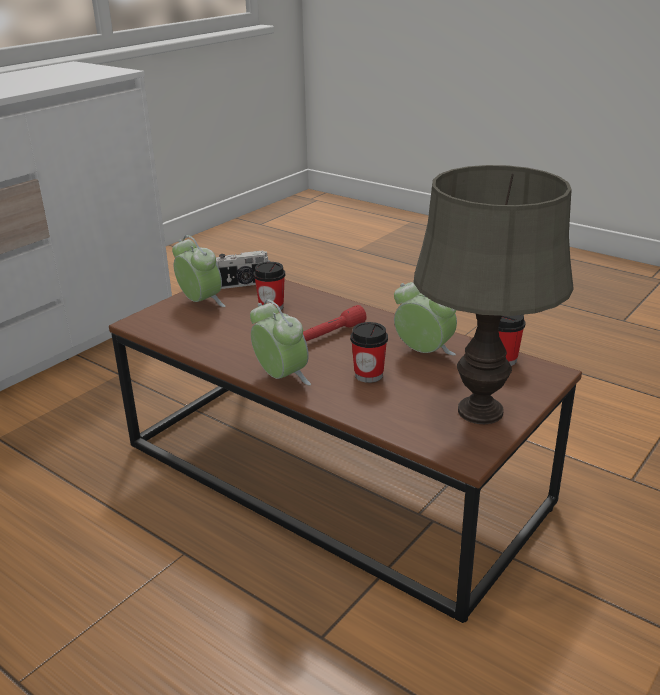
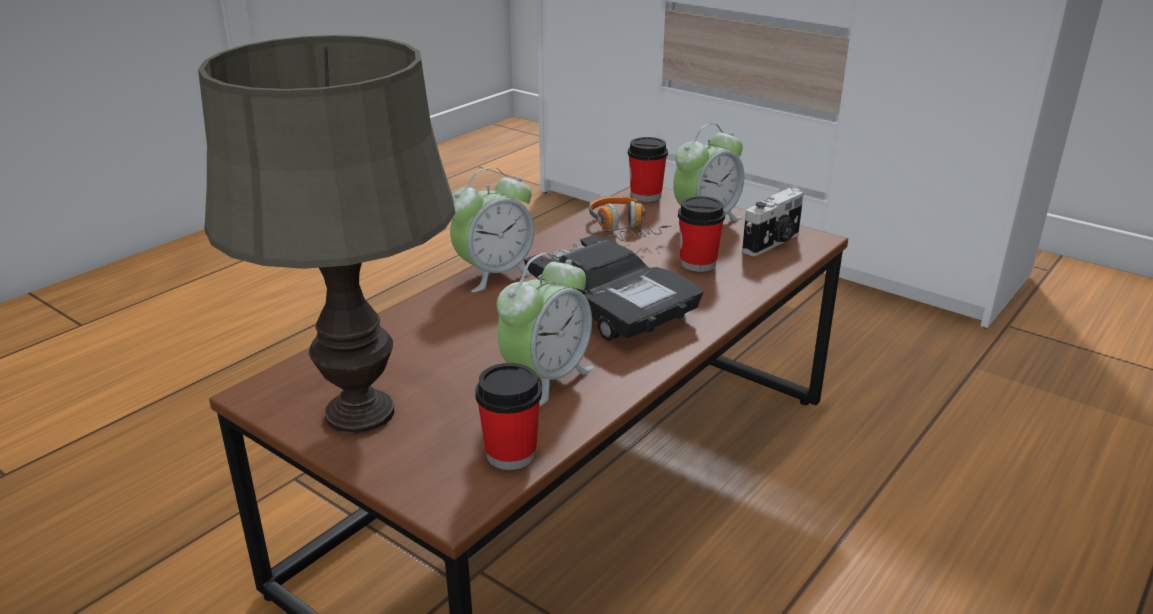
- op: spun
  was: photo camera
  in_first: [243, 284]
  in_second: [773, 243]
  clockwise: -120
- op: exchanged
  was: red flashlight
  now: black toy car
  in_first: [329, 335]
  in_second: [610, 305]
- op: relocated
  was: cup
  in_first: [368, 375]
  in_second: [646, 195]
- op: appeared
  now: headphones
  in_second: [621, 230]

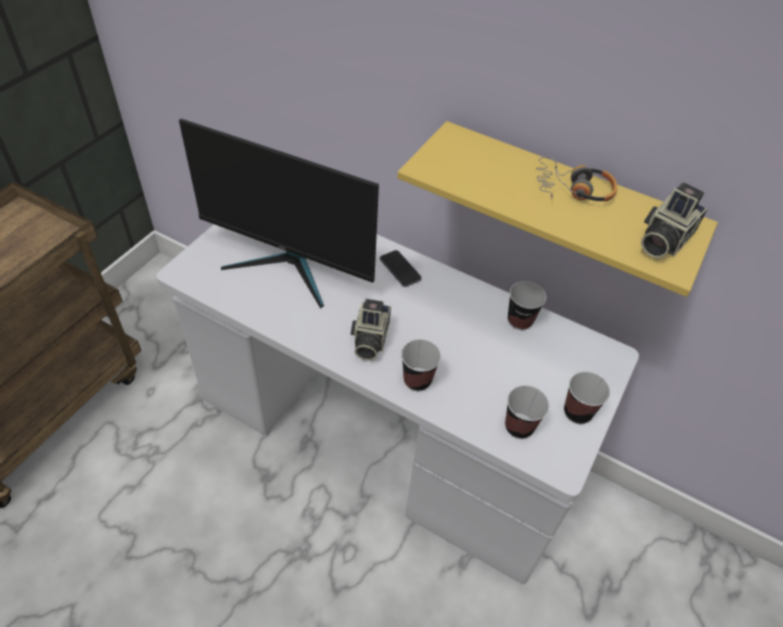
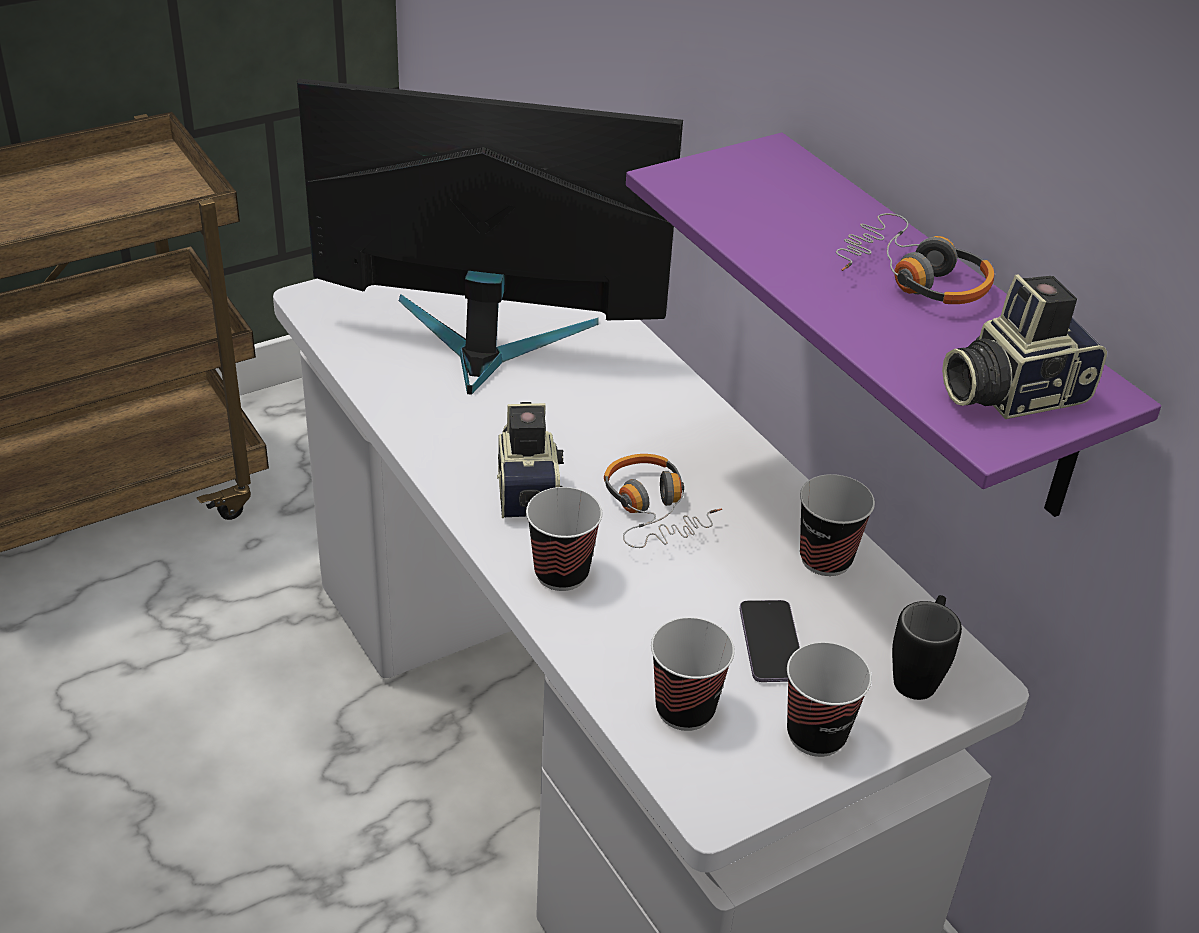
- op: spun
  was: monitor
  in_first: [289, 265]
  in_second: [485, 343]
  clockwise: 135
- op: spun
  was: photo camera
  in_first: [369, 339]
  in_second: [529, 488]
  clockwise: 135
- op: relocated
  was: phone
  in_first: [400, 269]
  in_second: [771, 643]
- op: colour
  was: yellow shelf
  now: purple shelf
  in_first: [562, 203]
  in_second: [933, 327]
- op: appeared
  now: headphones
  in_second: [653, 511]
- op: appeared
  now: black mug
  in_second: [918, 674]

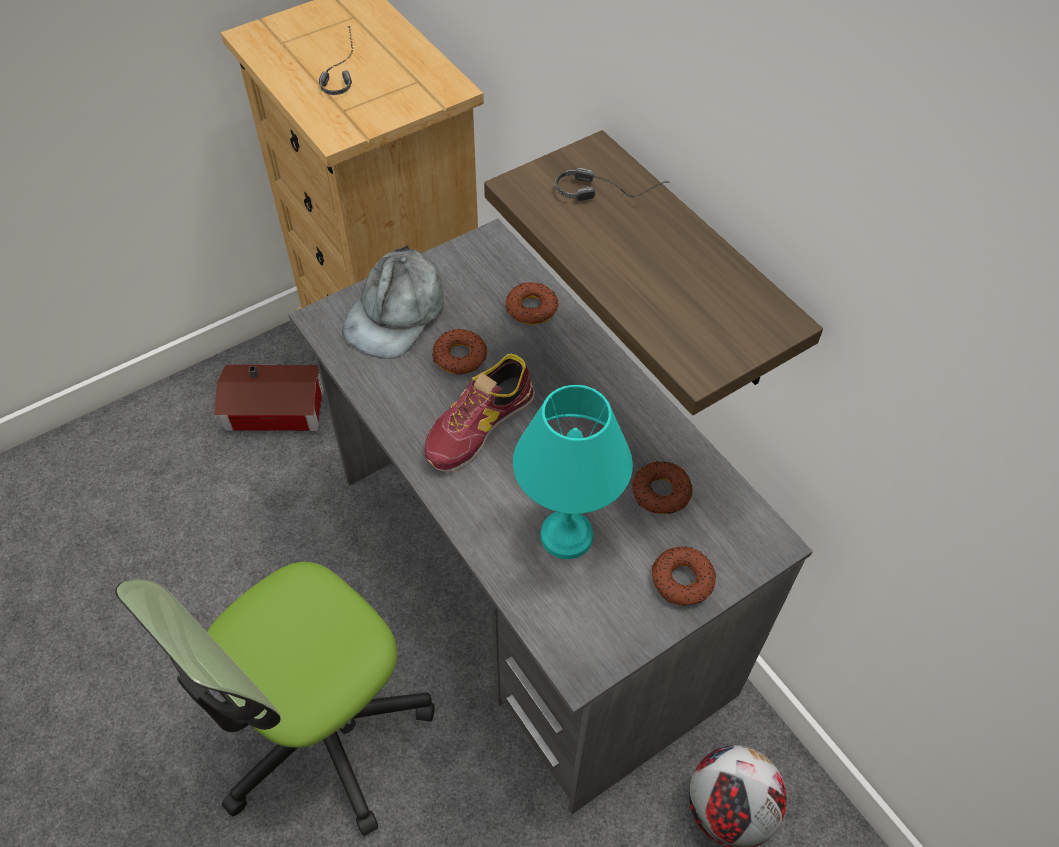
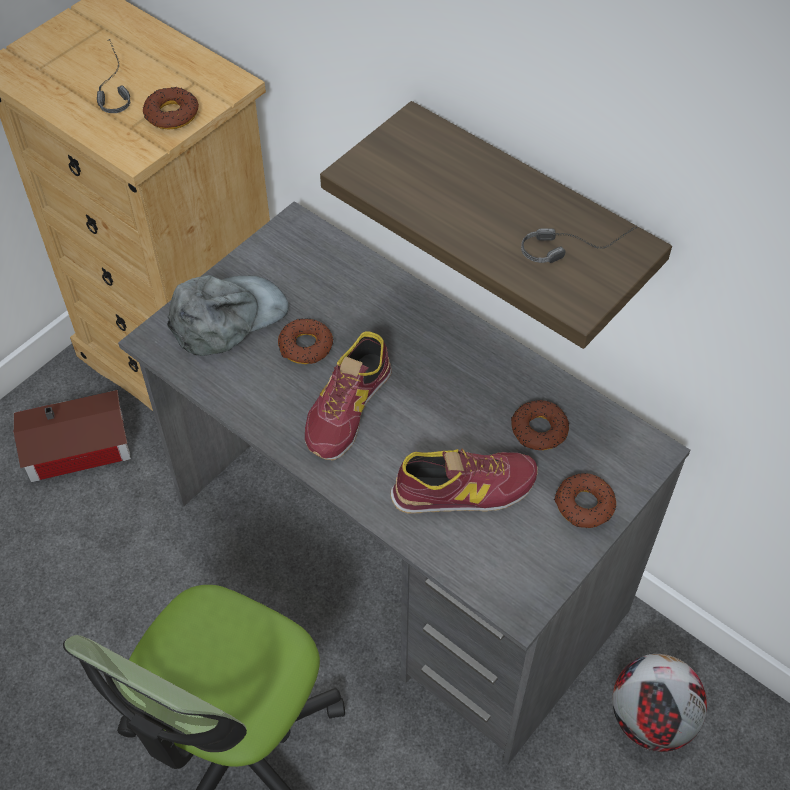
- op: spun
  was: grey cap
  in_first: [396, 312]
  in_second: [227, 317]
  clockwise: -135
- op: relocated
  was: donut
  in_first: [531, 308]
  in_second: [171, 114]
- op: exchanged
  was: turquoise table lamp
  now: shoe
  in_first: [564, 534]
  in_second: [464, 490]
- op: relocated
  was: headphones
  in_first: [610, 191]
  in_second: [575, 245]

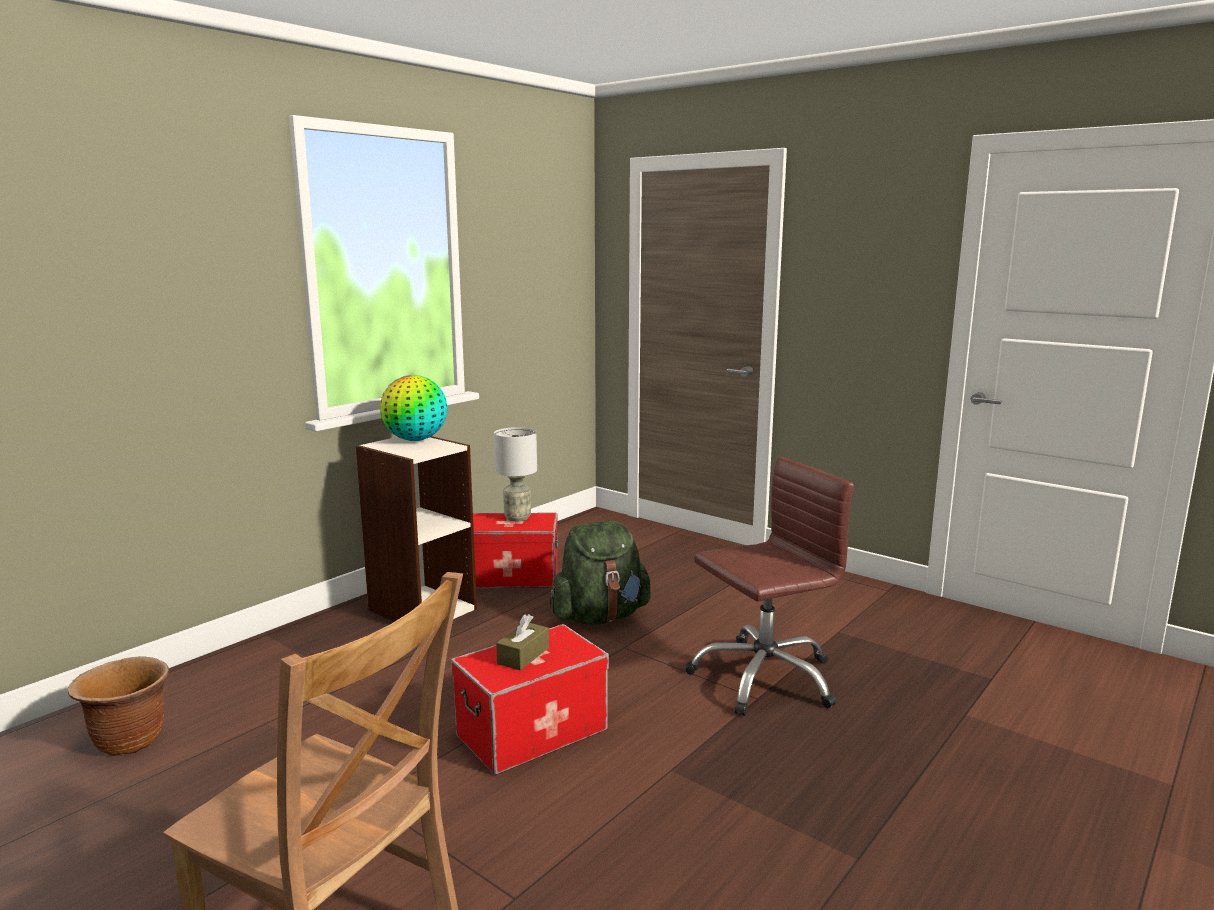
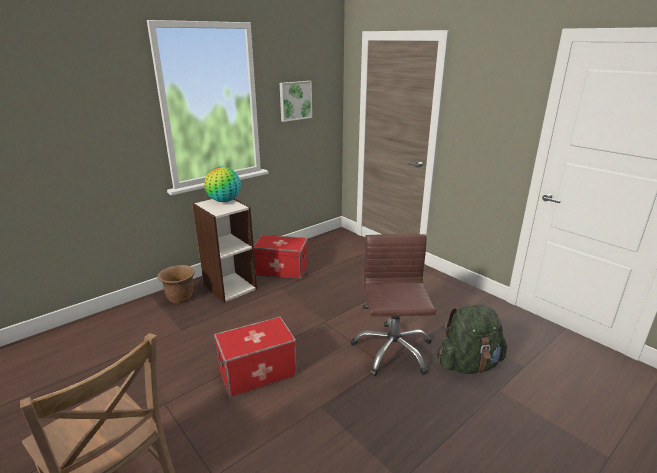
- op: relocated
  was: brown planter
  in_first: [129, 741]
  in_second: [180, 297]
- op: missing
  was: grey table lamp
  in_first: [517, 518]
- op: missing
  was: brown tissue box
  in_first: [523, 656]
- op: relocated
  was: green backpack
  in_first: [600, 617]
  in_second: [468, 364]
- op: spun
  was: brown office chair
  in_first: [763, 677]
  in_second: [392, 350]
  clockwise: -75
- op: appeared
  now: picture
  in_second: [295, 100]

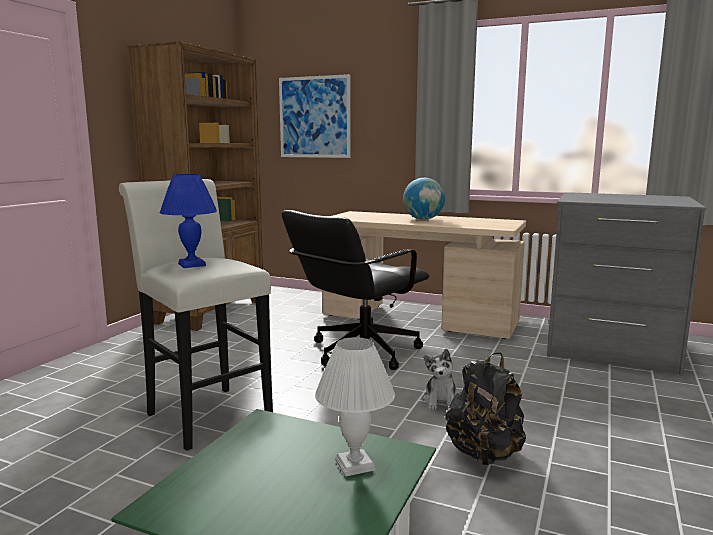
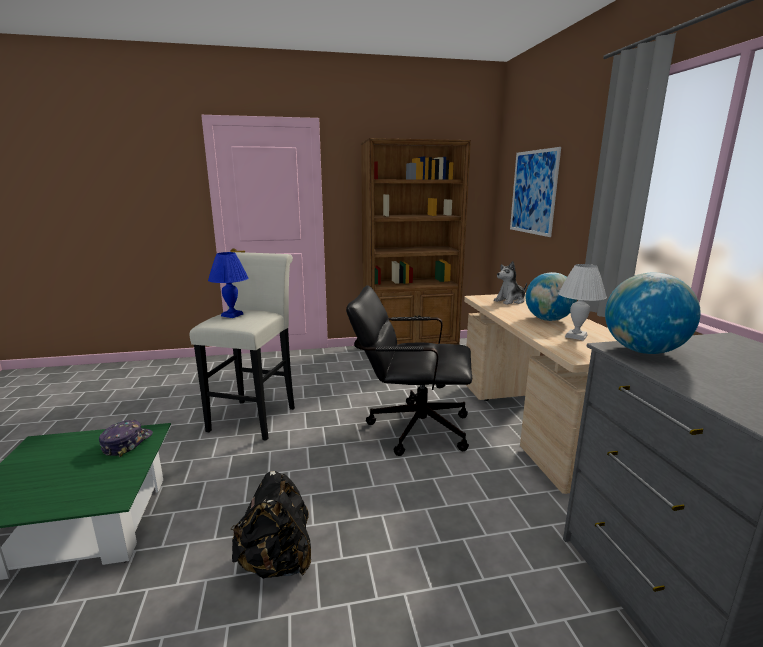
- op: relocated
  was: white table lamp
  in_first: [354, 465]
  in_second: [575, 336]
- op: relocated
  was: plush toy
  in_first: [441, 401]
  in_second: [510, 301]
- op: appeared
  now: cap
  in_second: [127, 443]
- op: appeared
  now: globe
  in_second: [643, 351]

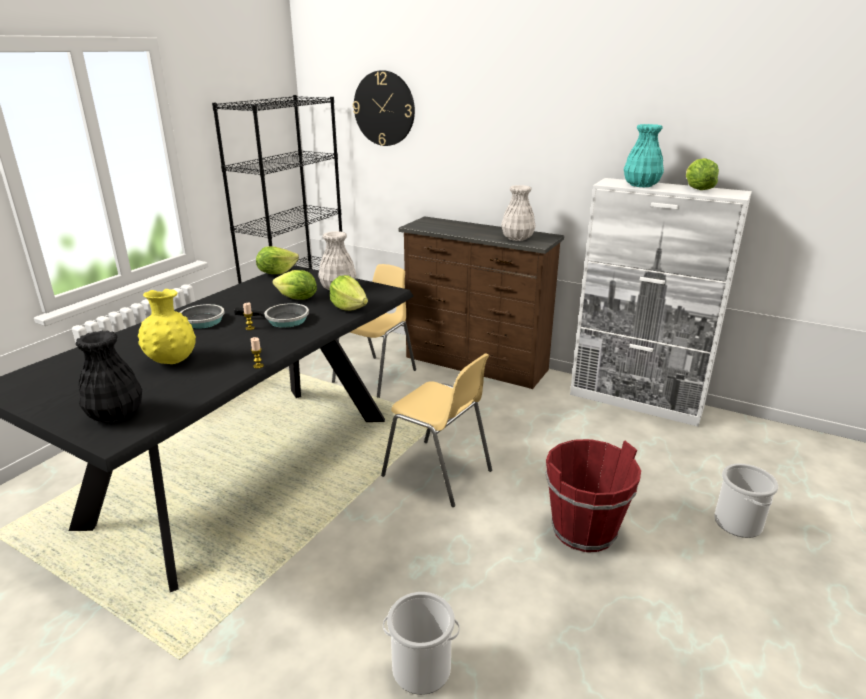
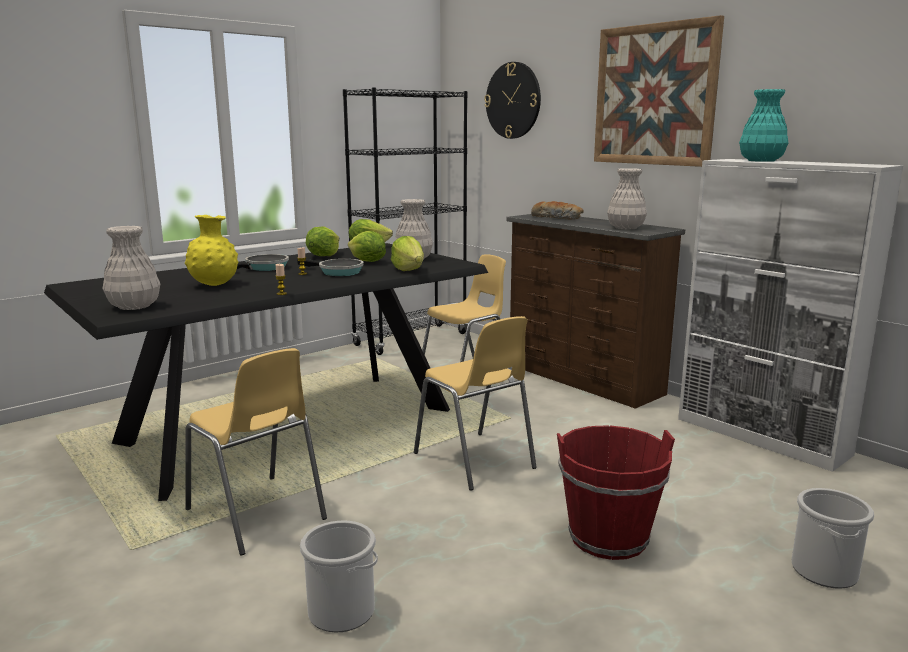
- op: colour
  was: black vase
  now: white vase
  in_first: [116, 415]
  in_second: [134, 306]
- op: relocated
  was: lettuce
  in_first: [697, 189]
  in_second: [323, 256]
- op: appeared
  now: yellow chair
  in_second: [257, 515]
- op: appeared
  now: bread
  in_second: [557, 218]
- op: appeared
  now: picture
  in_second: [654, 95]

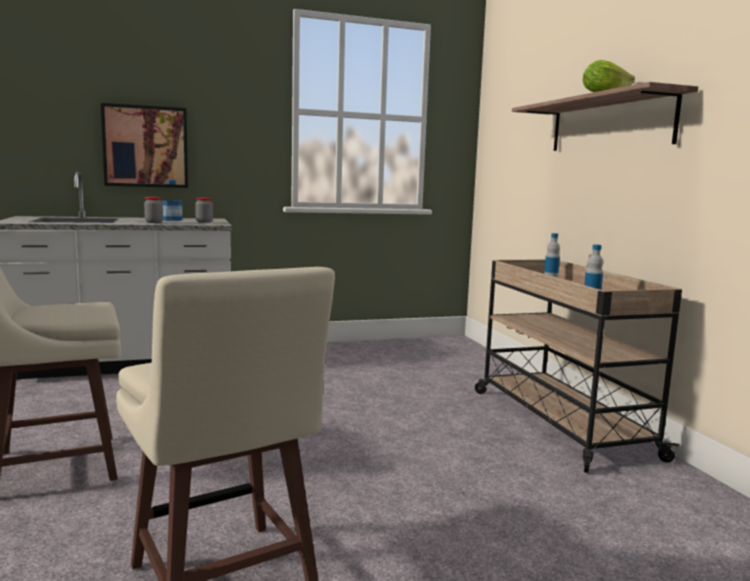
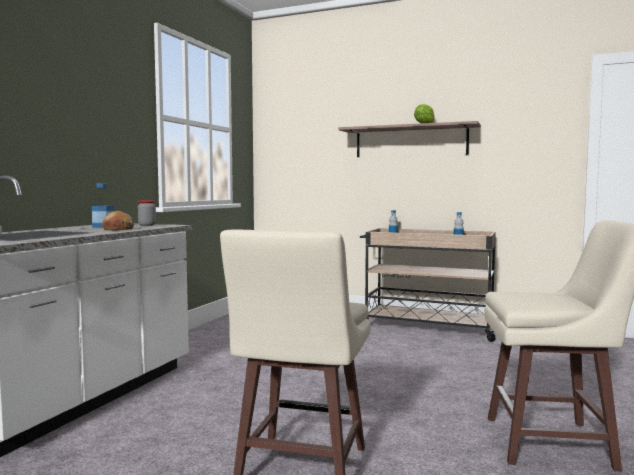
- op: missing
  was: picture
  in_first: [146, 146]
- op: exchanged
  was: jar
  now: bread
  in_first: [154, 222]
  in_second: [118, 229]

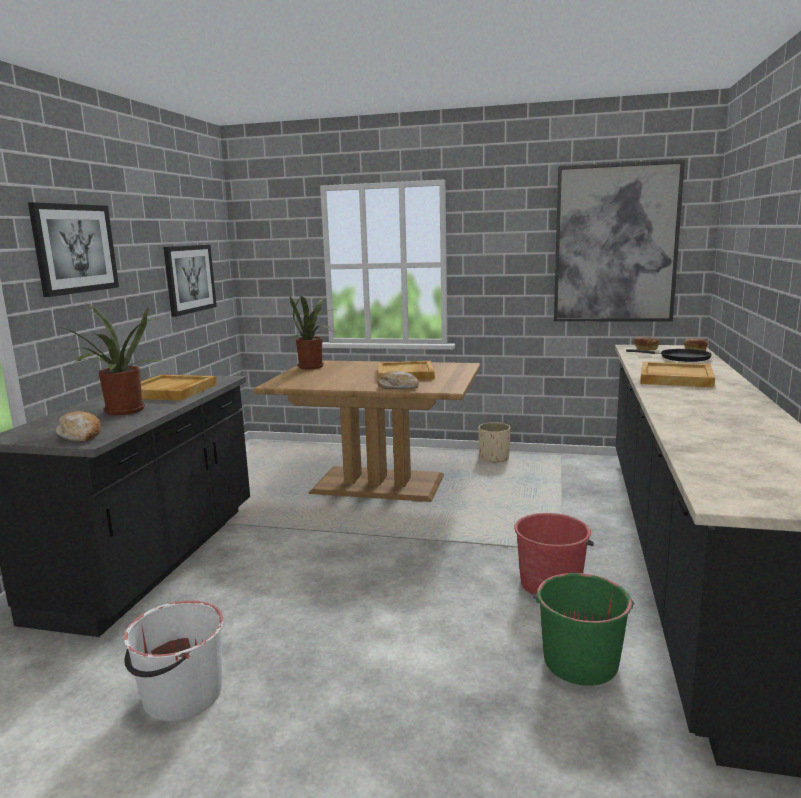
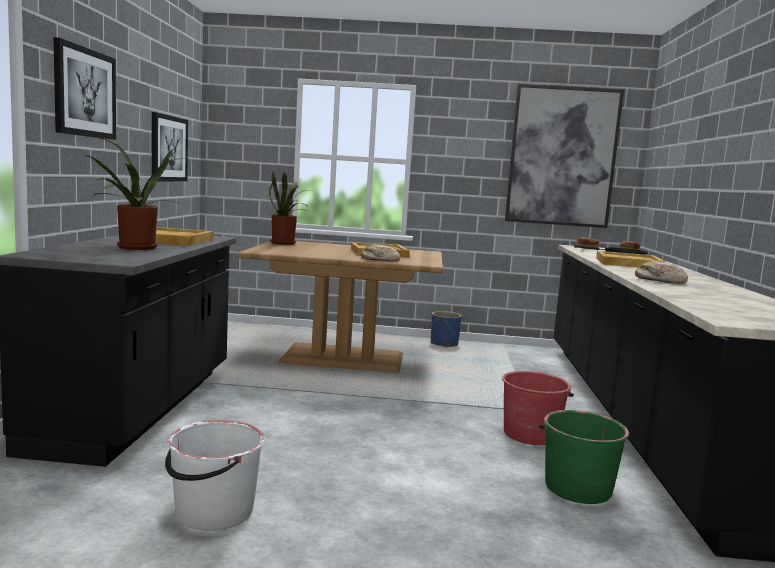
- op: relocated
  was: bread
  in_first: [81, 435]
  in_second: [659, 280]
- op: colour
  was: beige planter
  now: blue planter
  in_first: [494, 458]
  in_second: [444, 344]

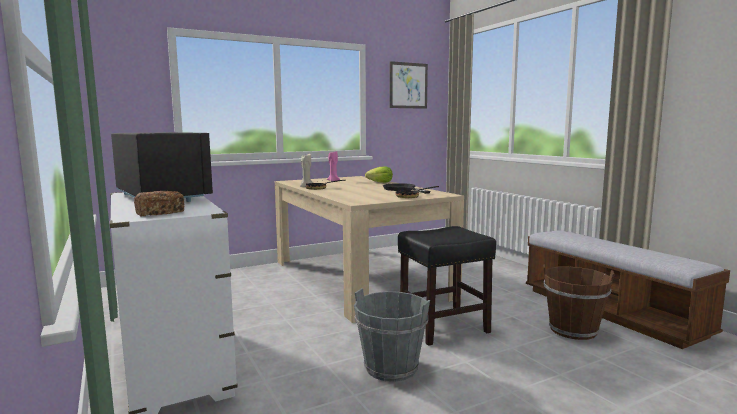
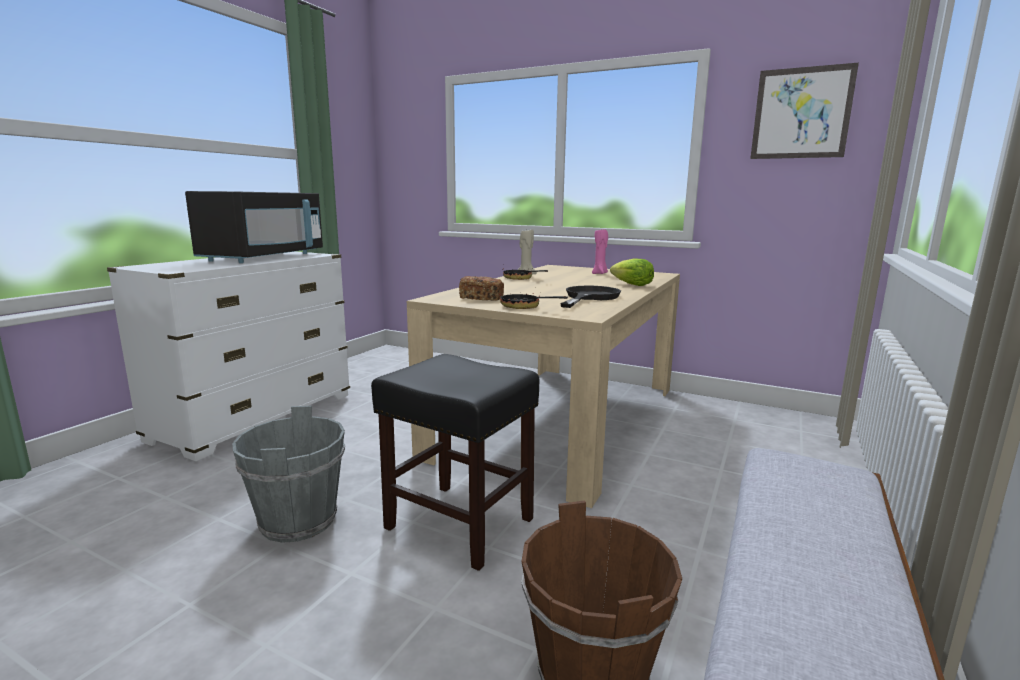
- op: relocated
  was: bread
  in_first: [160, 213]
  in_second: [481, 298]

